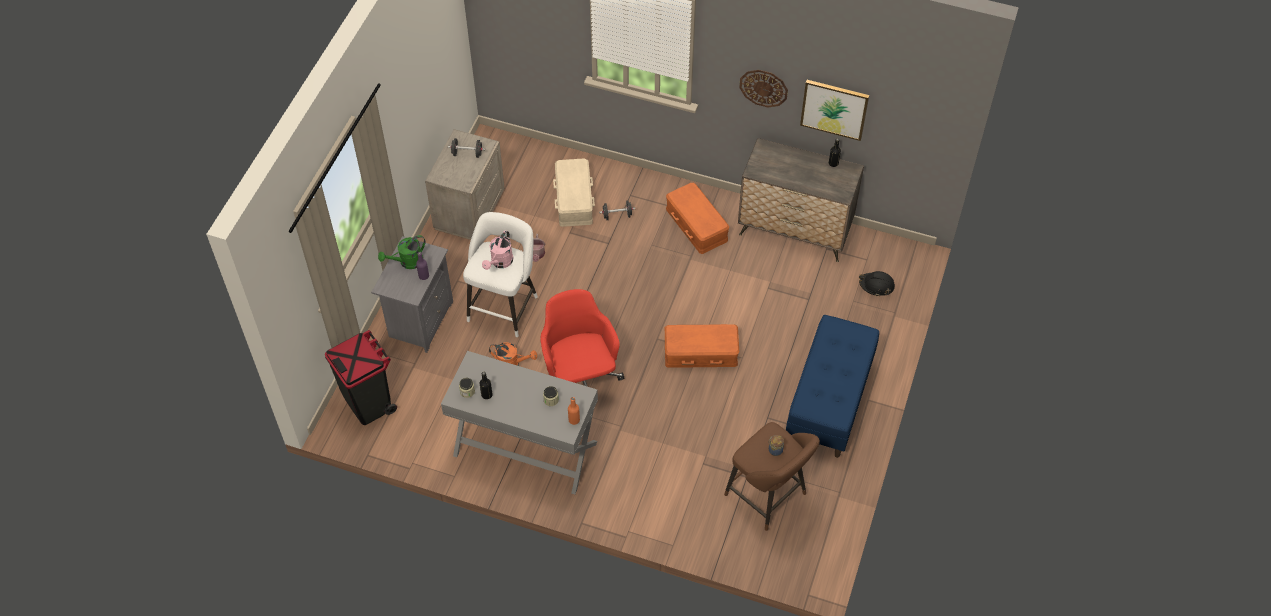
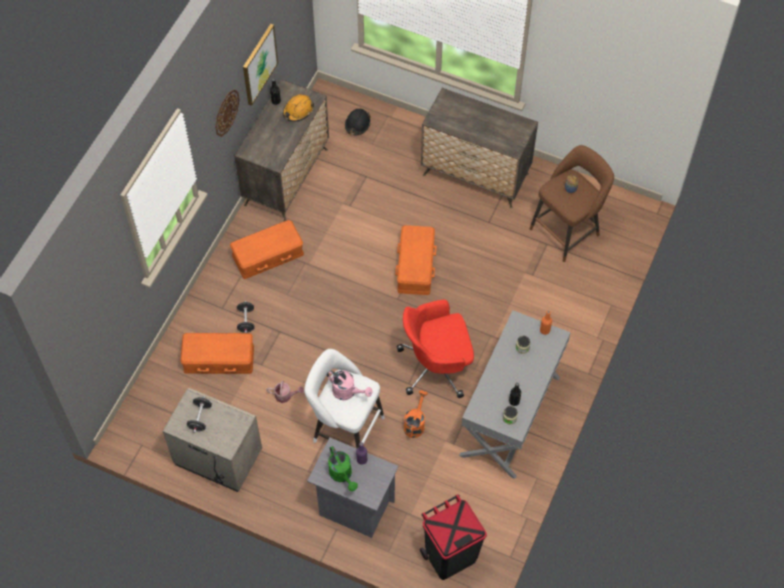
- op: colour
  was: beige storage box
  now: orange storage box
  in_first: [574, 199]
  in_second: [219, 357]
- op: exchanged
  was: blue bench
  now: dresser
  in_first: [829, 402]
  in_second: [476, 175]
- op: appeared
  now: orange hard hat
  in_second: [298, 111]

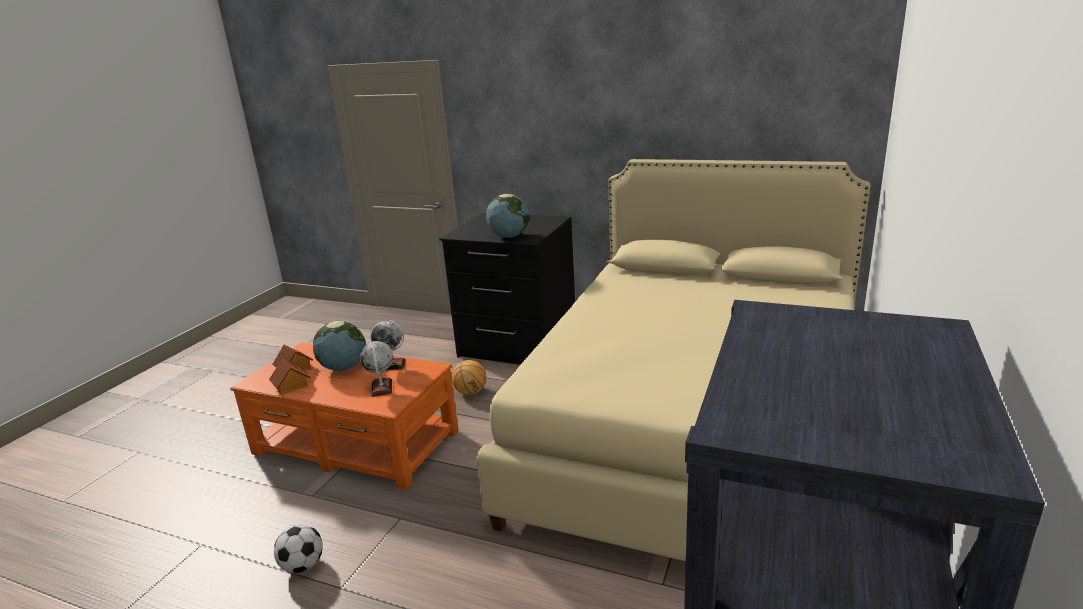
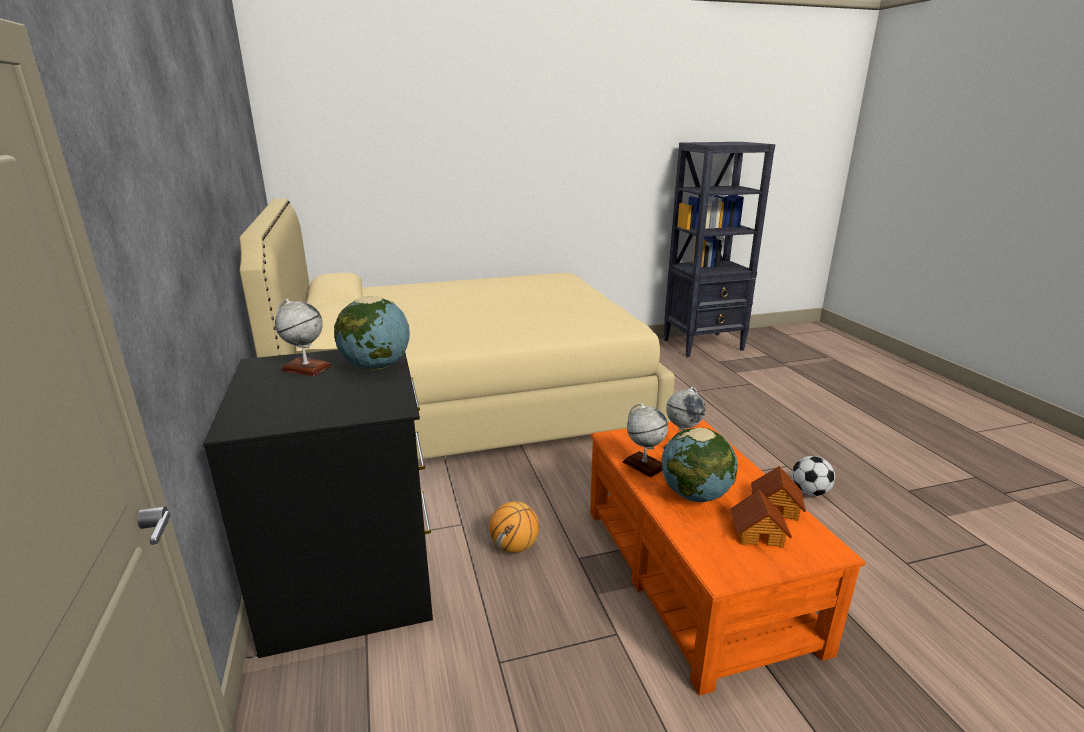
- op: appeared
  now: globe
  in_second: [306, 368]

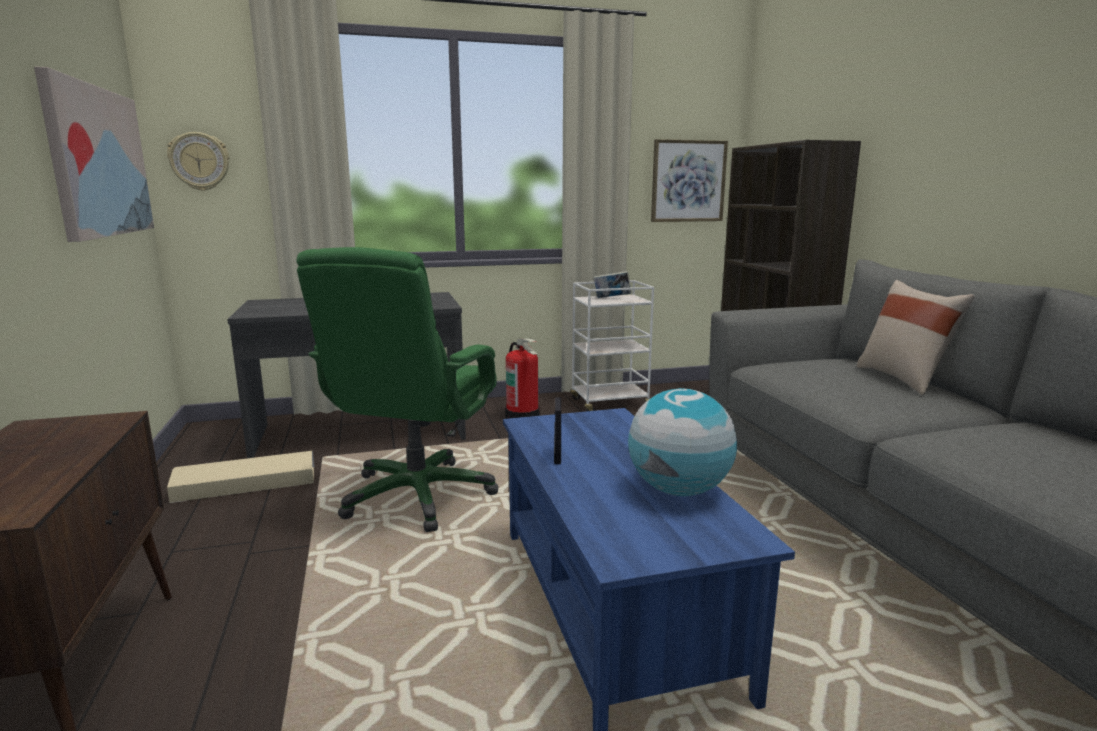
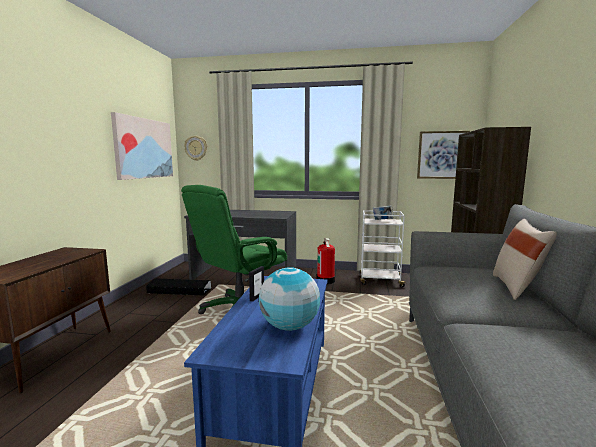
- op: colour
  was: beige storage box
  now: black storage box
  in_first: [245, 484]
  in_second: [179, 291]

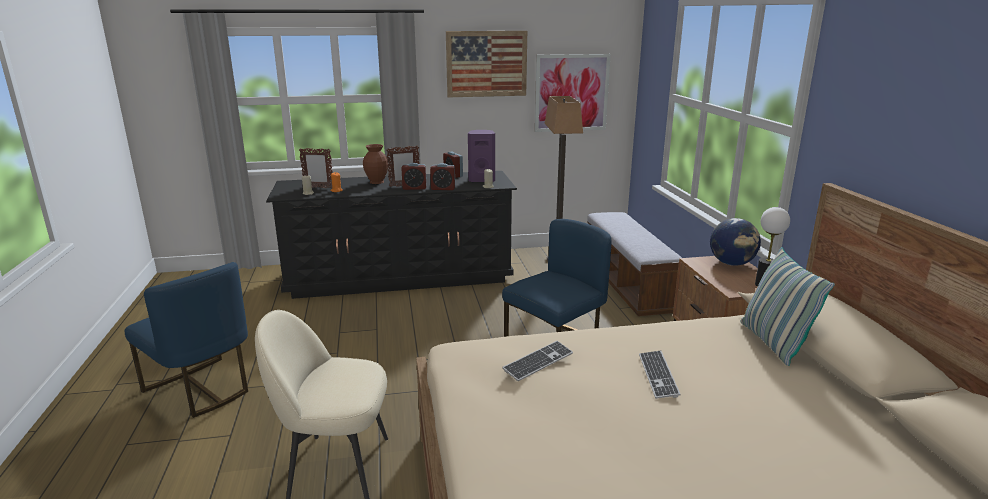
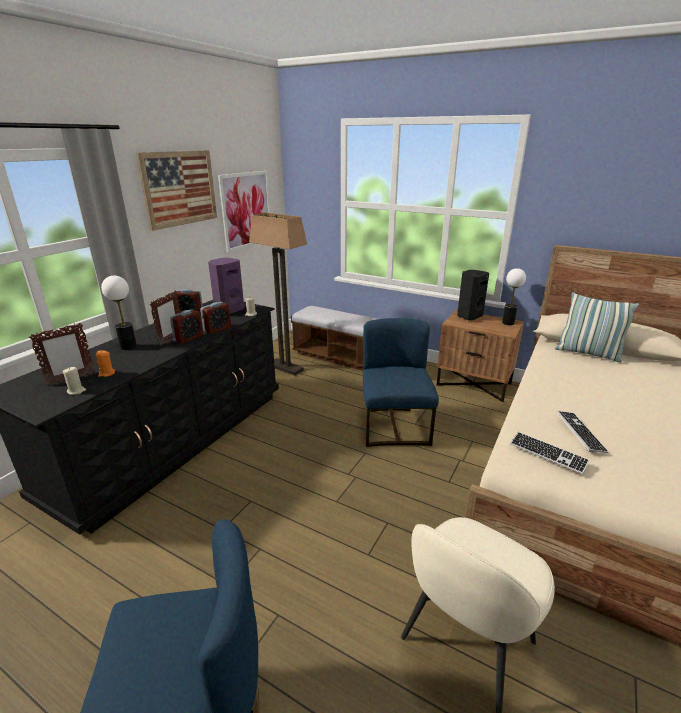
- op: exchanged
  was: brown vase
  now: table lamp
  in_first: [377, 182]
  in_second: [128, 346]
- op: relocated
  was: keyboard
  in_first: [658, 375]
  in_second: [548, 453]
- op: exchanged
  was: globe
  now: black speaker
  in_first: [732, 263]
  in_second: [468, 316]

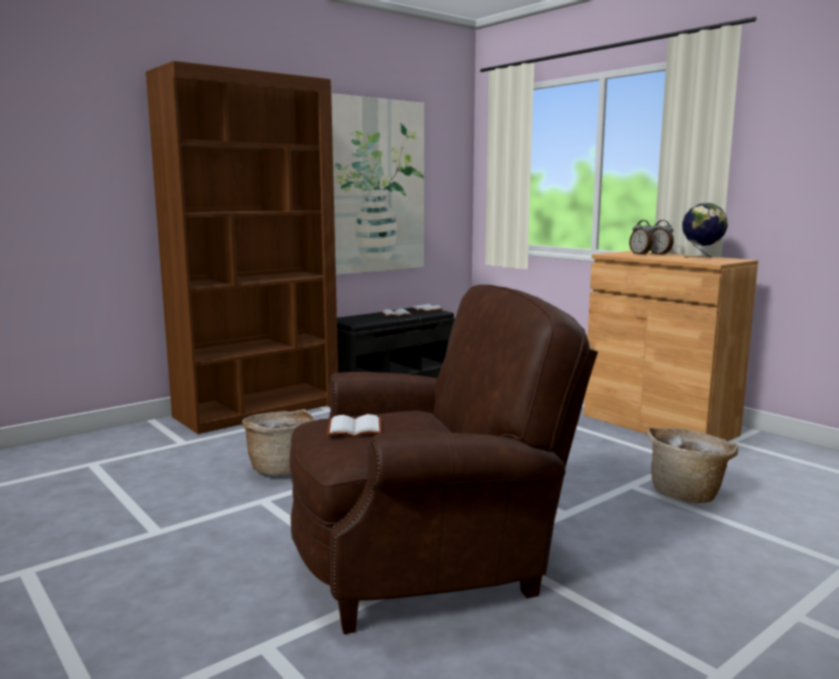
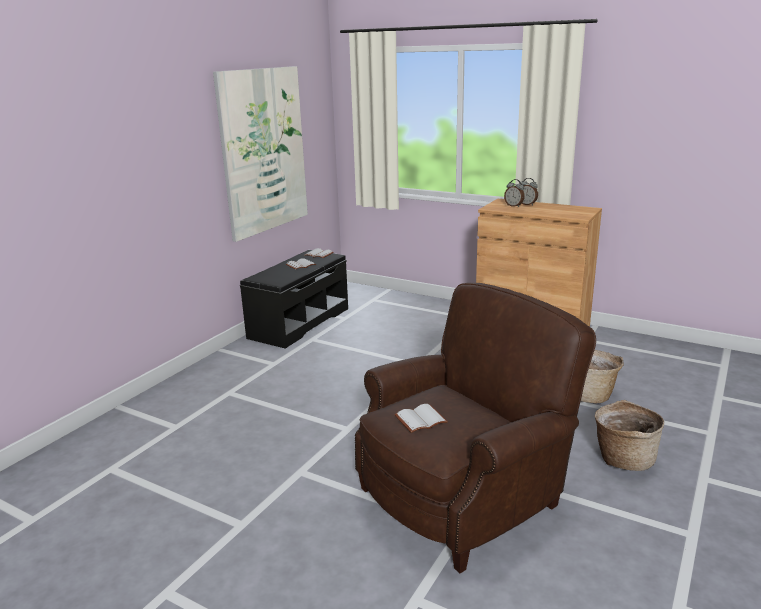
- op: missing
  was: brown bookcase
  in_first: [258, 410]
- op: relocated
  was: basket
  in_first: [281, 468]
  in_second: [623, 458]
- op: missing
  was: globe
  in_first: [702, 257]

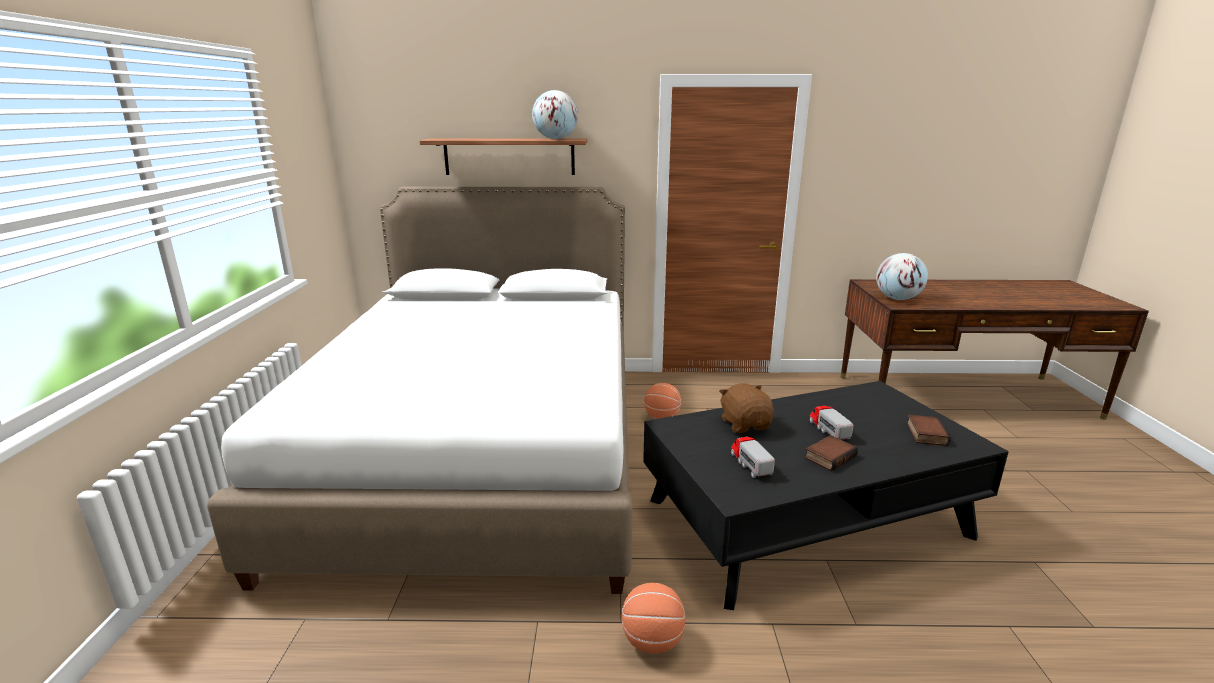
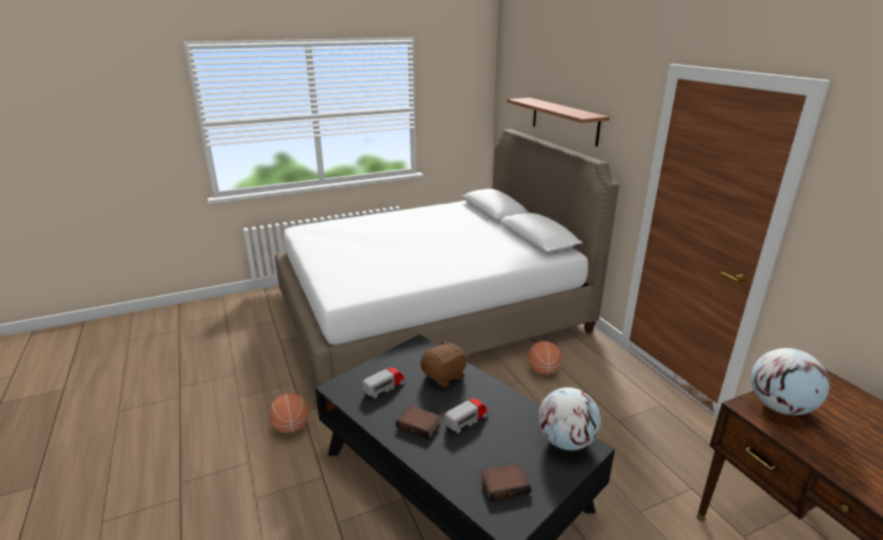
- op: relocated
  was: globe
  in_first: [555, 139]
  in_second: [565, 441]

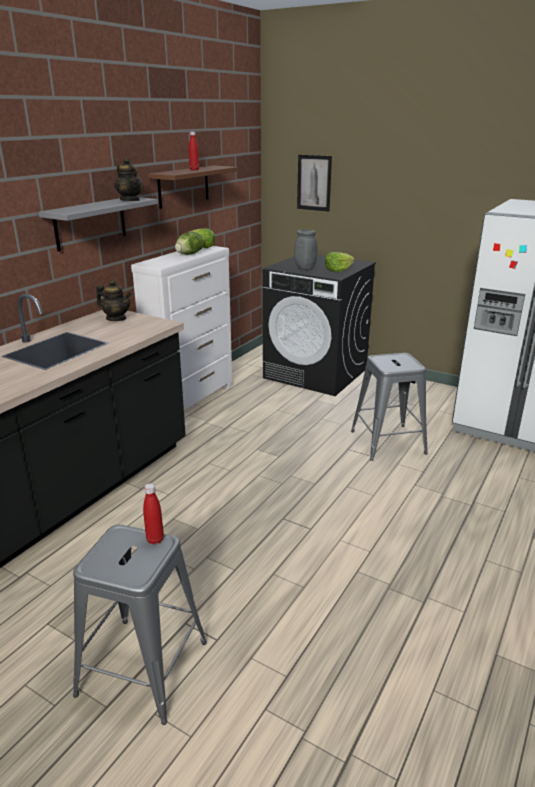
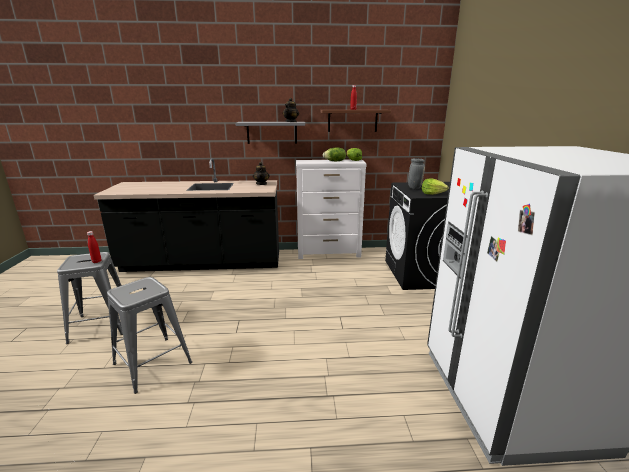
- op: missing
  was: picture
  in_first: [314, 183]
- op: relocated
  was: grey stool
  in_first: [388, 442]
  in_second: [152, 363]

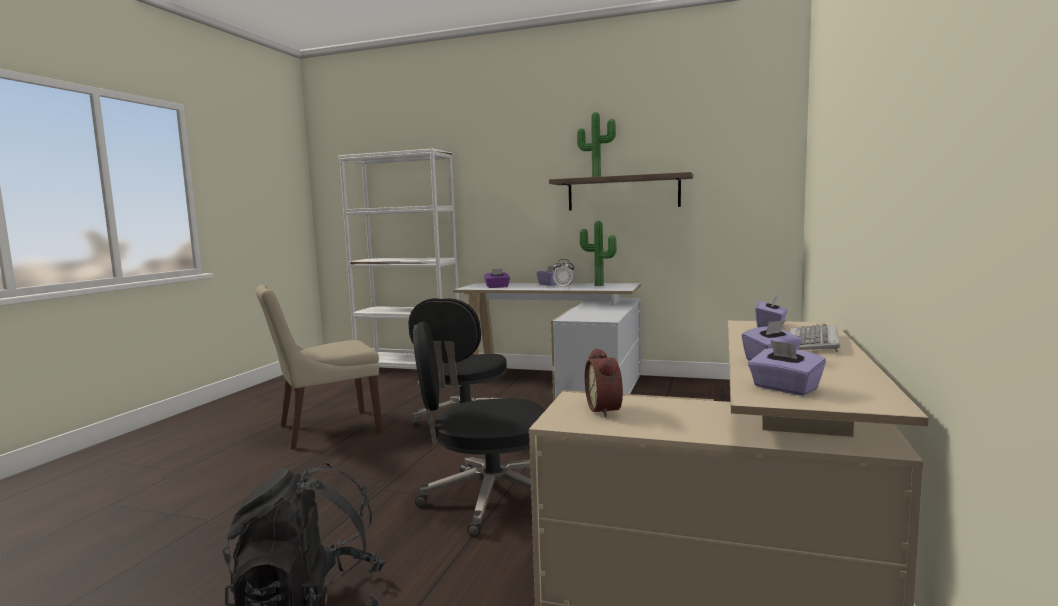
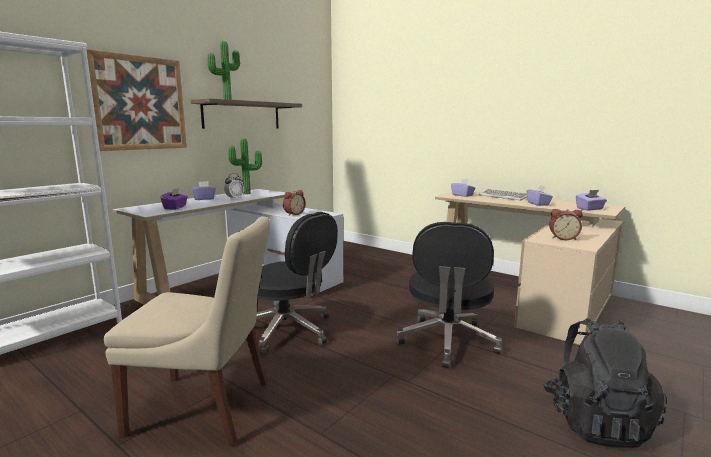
- op: spun
  was: beige chair
  in_first: [325, 429]
  in_second: [205, 408]
  clockwise: -75
- op: appeared
  now: picture
  in_second: [139, 103]
- op: appeared
  now: alarm clock
  in_second: [293, 214]

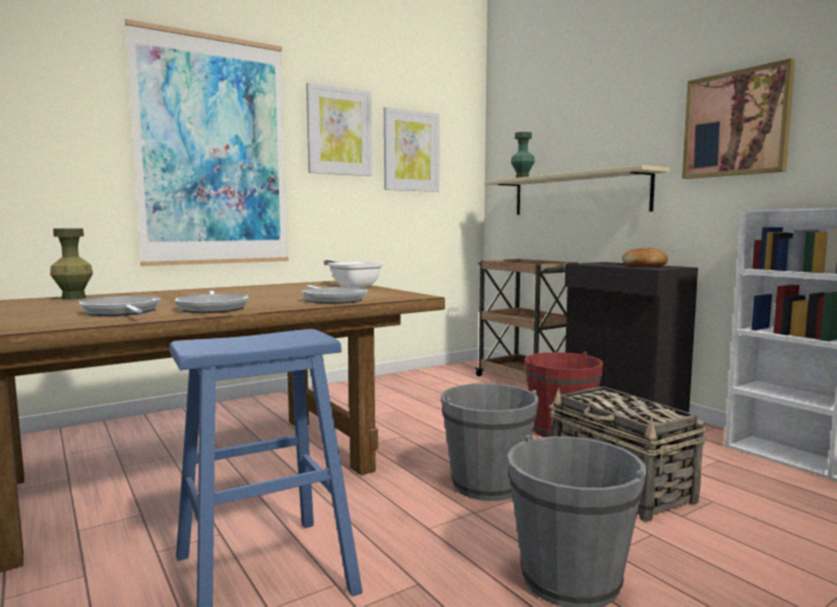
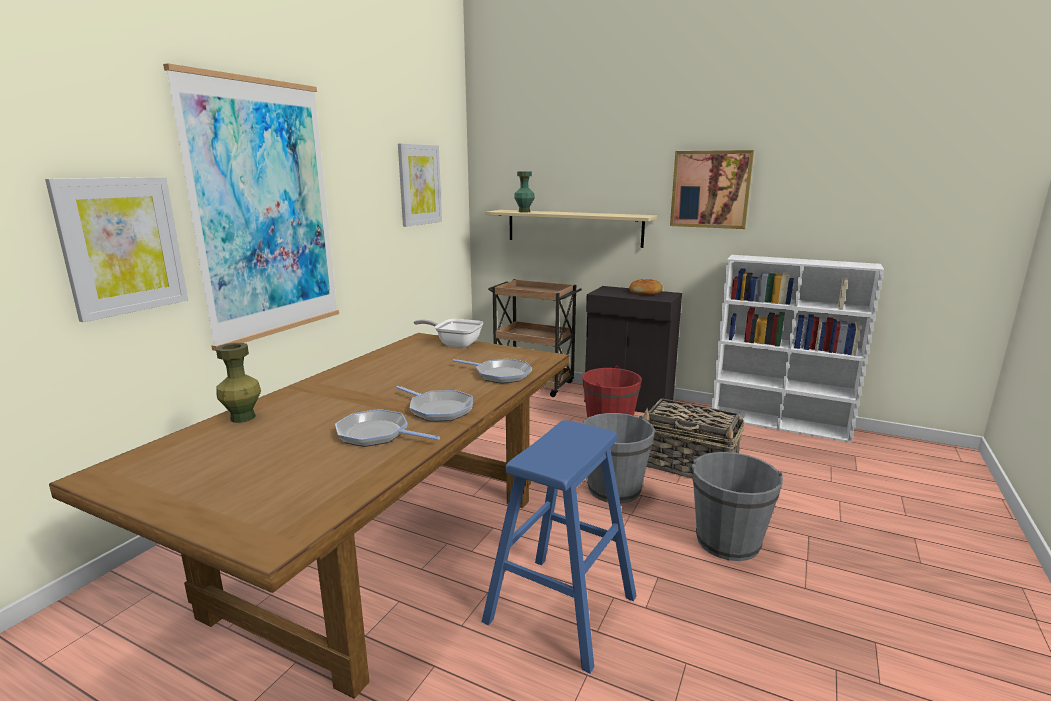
- op: relocated
  was: picture
  in_first: [339, 131]
  in_second: [122, 246]

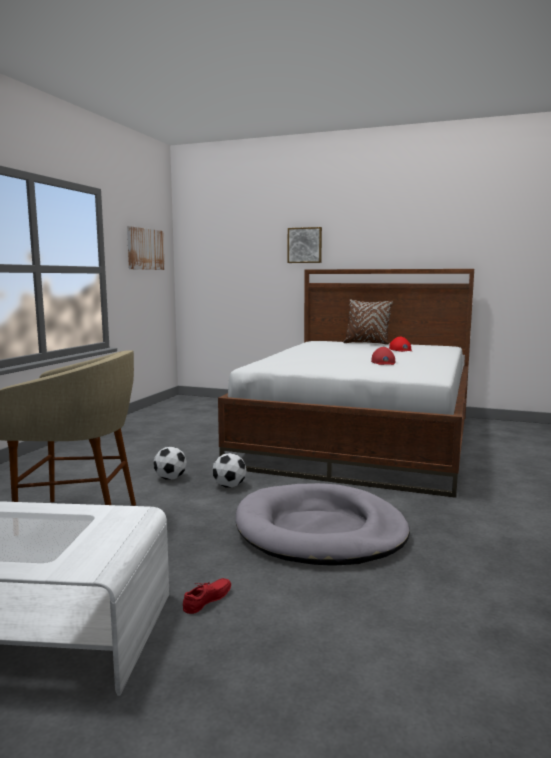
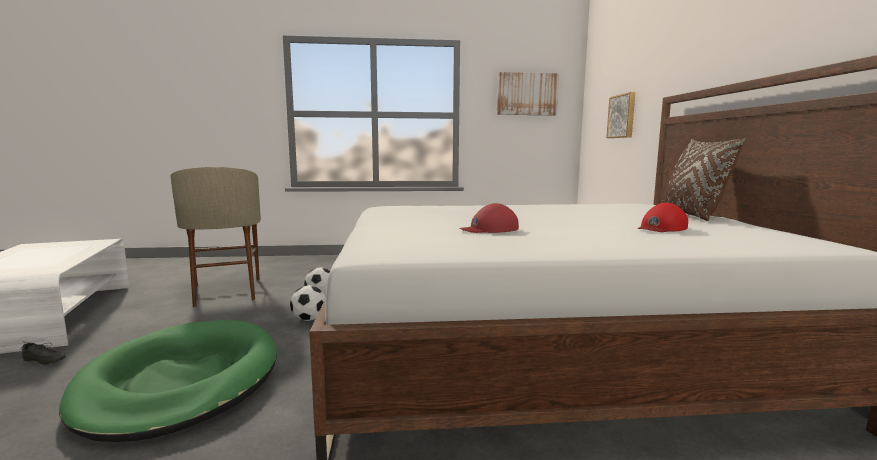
- op: colour
  was: red shoe
  now: grey shoe
  in_first: [208, 601]
  in_second: [43, 361]
- op: colour
  was: grey dog bed
  now: green dog bed
  in_first: [320, 531]
  in_second: [182, 382]
- op: relocated
  was: picture
  in_first: [305, 245]
  in_second: [622, 116]

